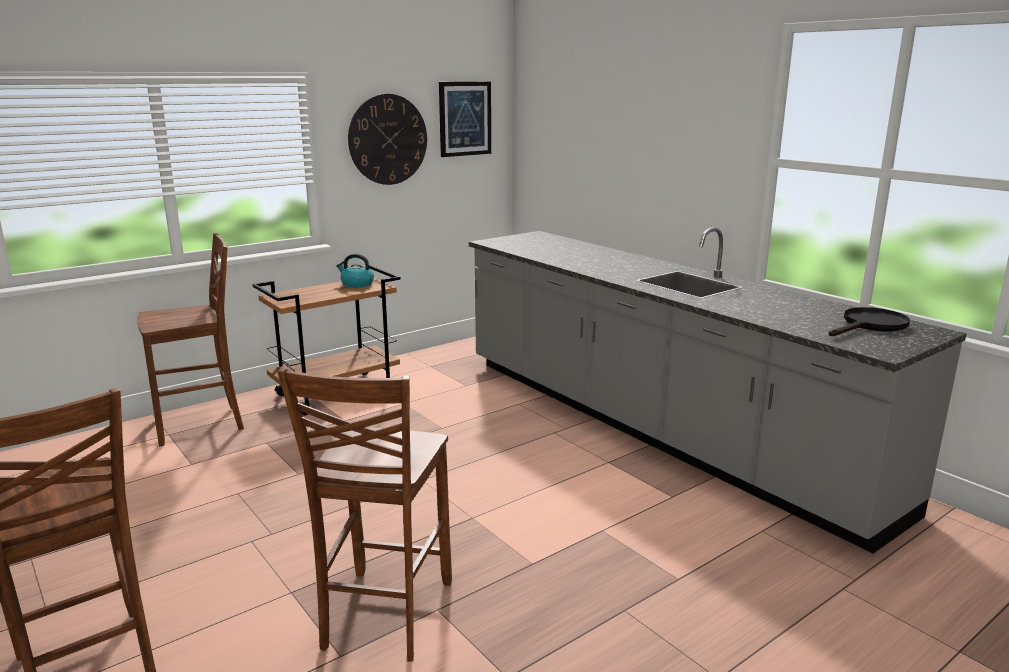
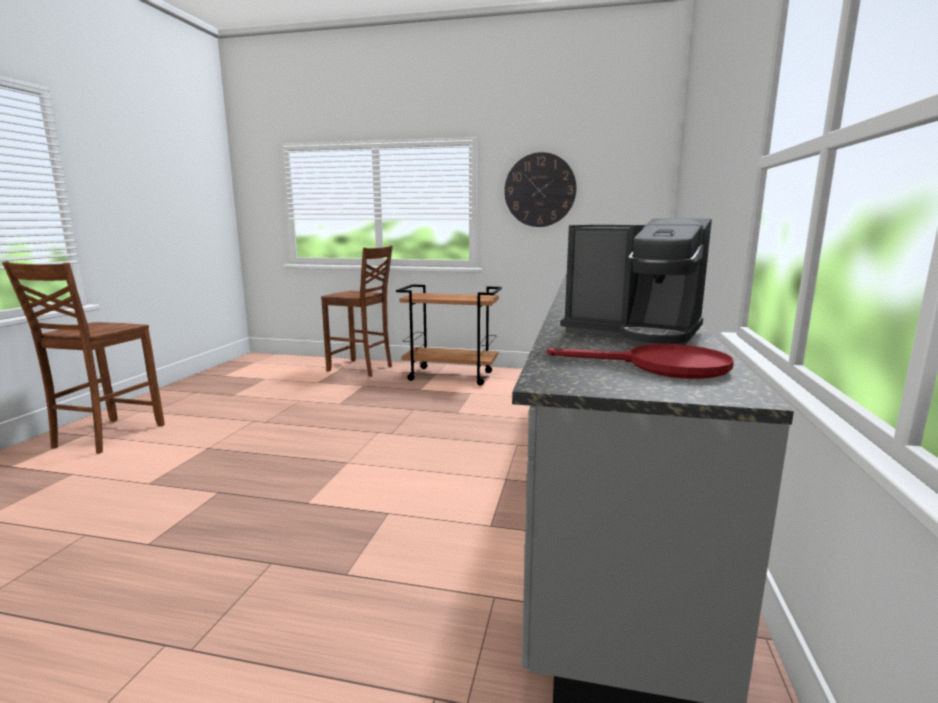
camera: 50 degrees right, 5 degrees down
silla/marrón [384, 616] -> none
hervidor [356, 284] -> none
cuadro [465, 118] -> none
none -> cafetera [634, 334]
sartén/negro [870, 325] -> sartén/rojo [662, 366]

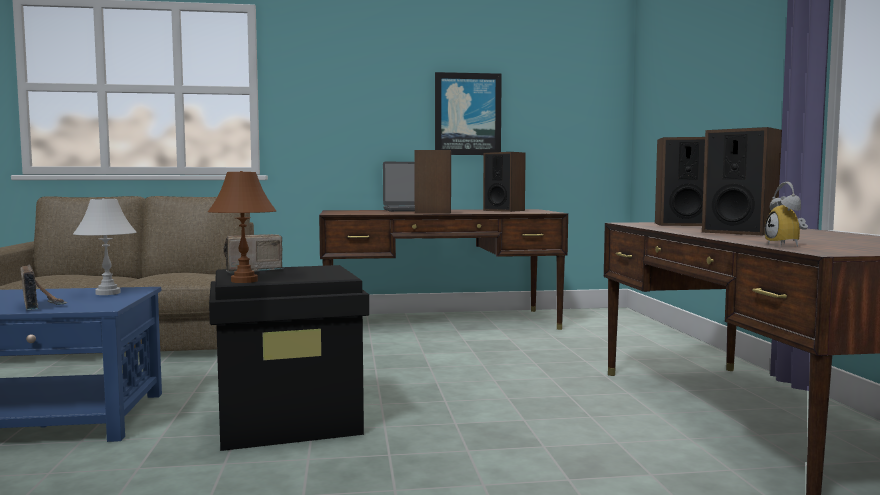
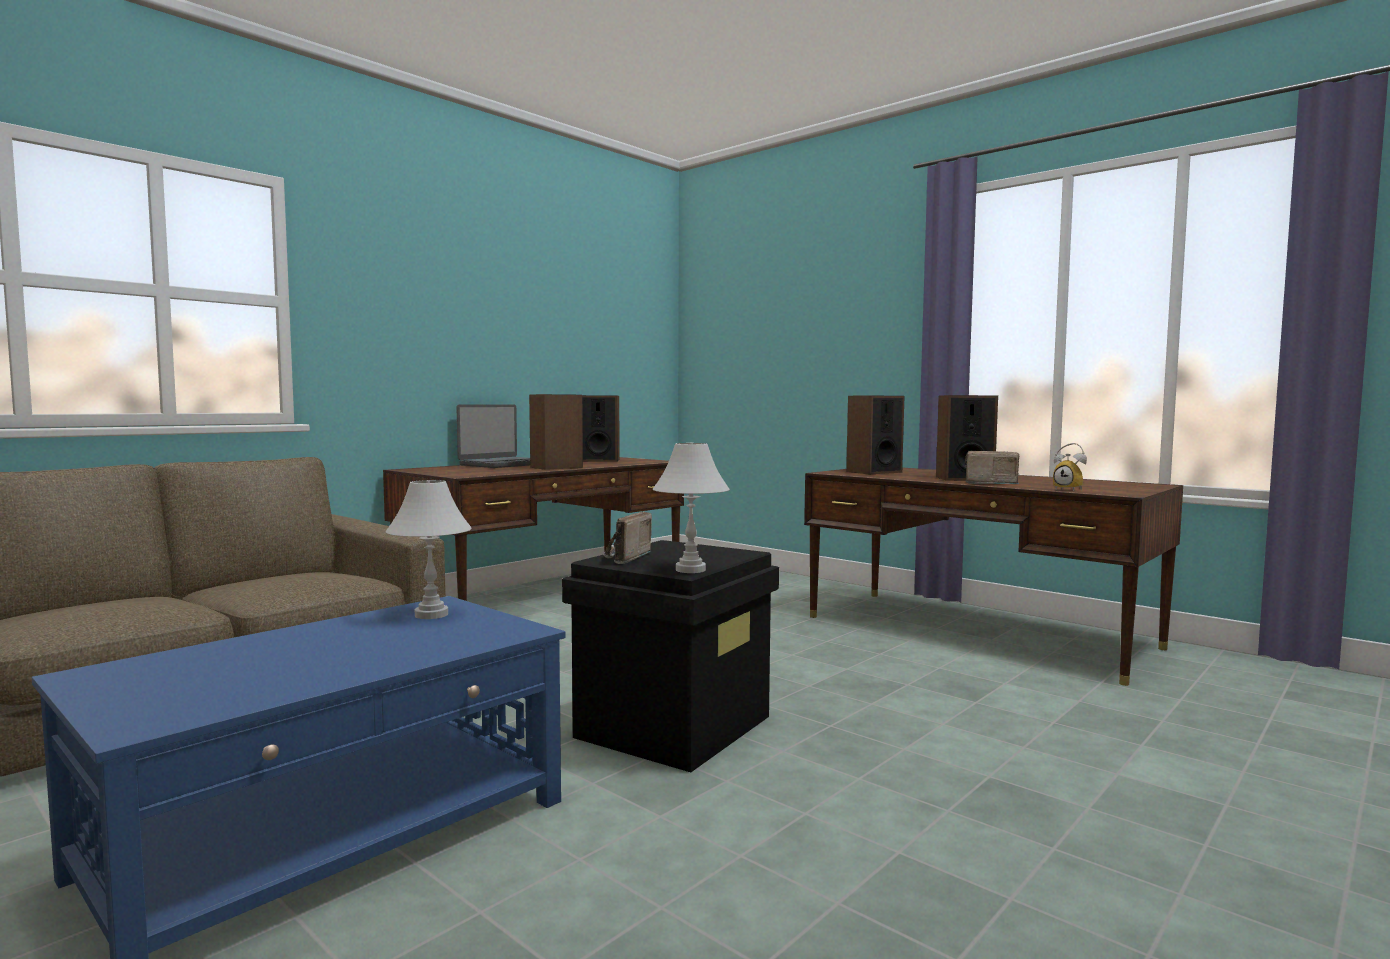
camera: 40 degrees left, 0 degrees up
cuadro [467, 114] -> none
radio [41, 305] -> radio [989, 483], moved
lámpara de mesa/marrón [244, 281] -> lámpara de mesa/blanco [690, 570]

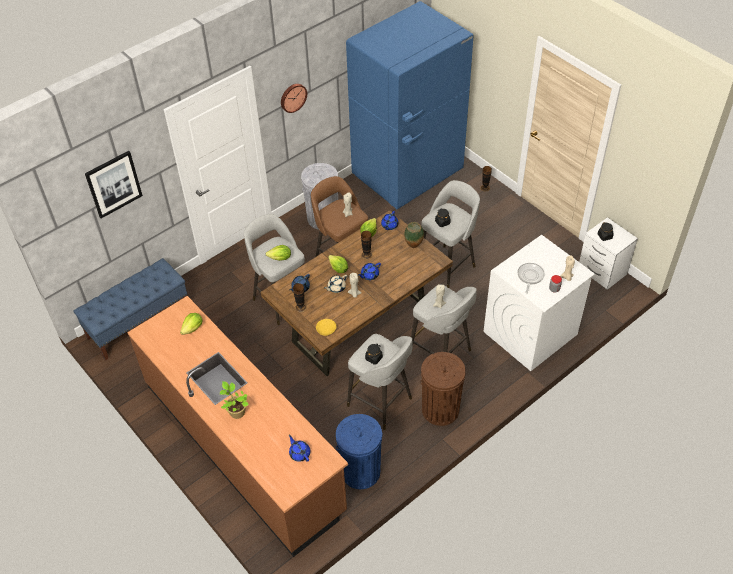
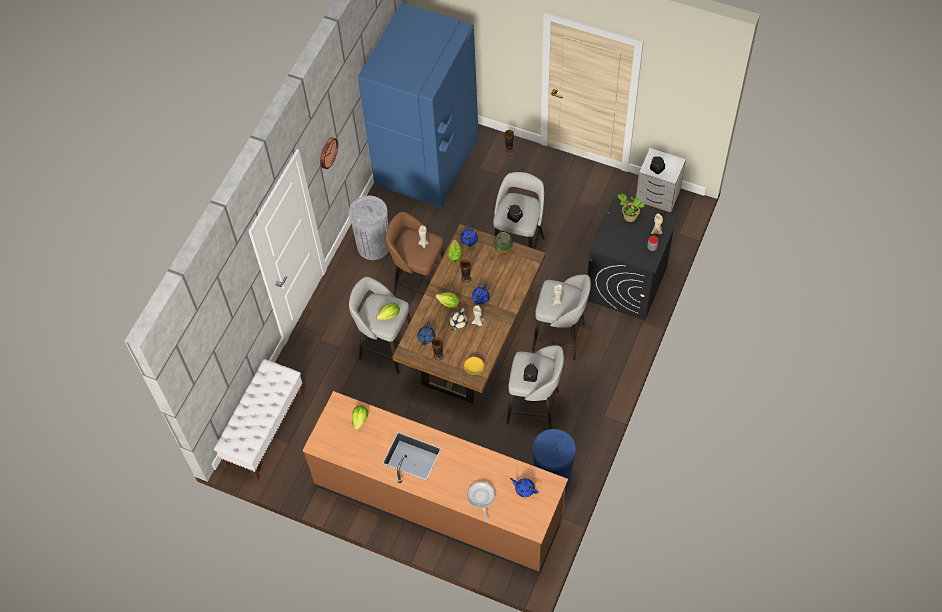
camera: 25 degrees left, 10 degrees up
cuadro [113, 184] -> none
papelera/marrón [440, 409] -> none
planta en maceta [236, 412] -> planta en maceta [629, 216], moved
sartén [530, 276] -> sartén [481, 498], moved
banco/azul [139, 323] -> banco/blanco [265, 429]
lavadora/blanco [530, 333] -> lavadora/negro [626, 284]

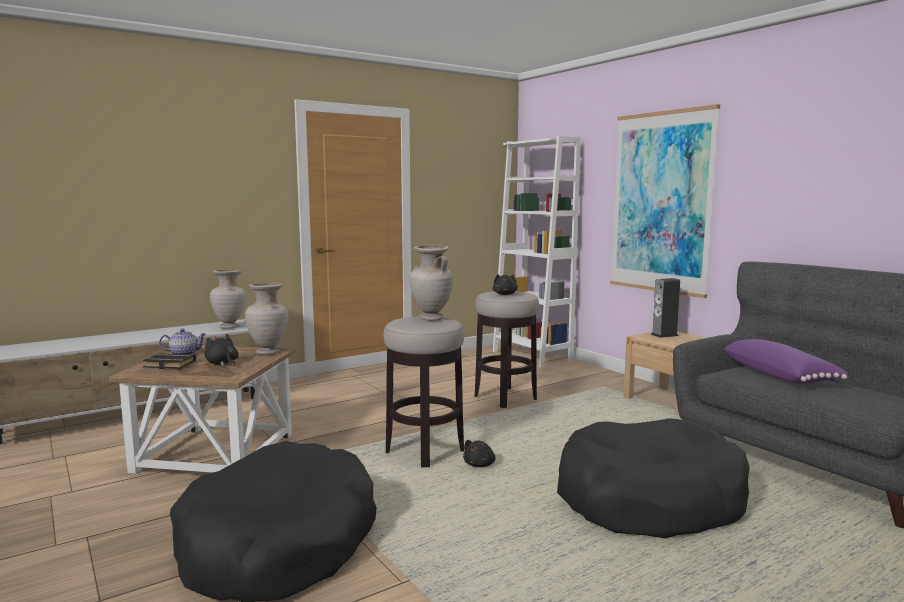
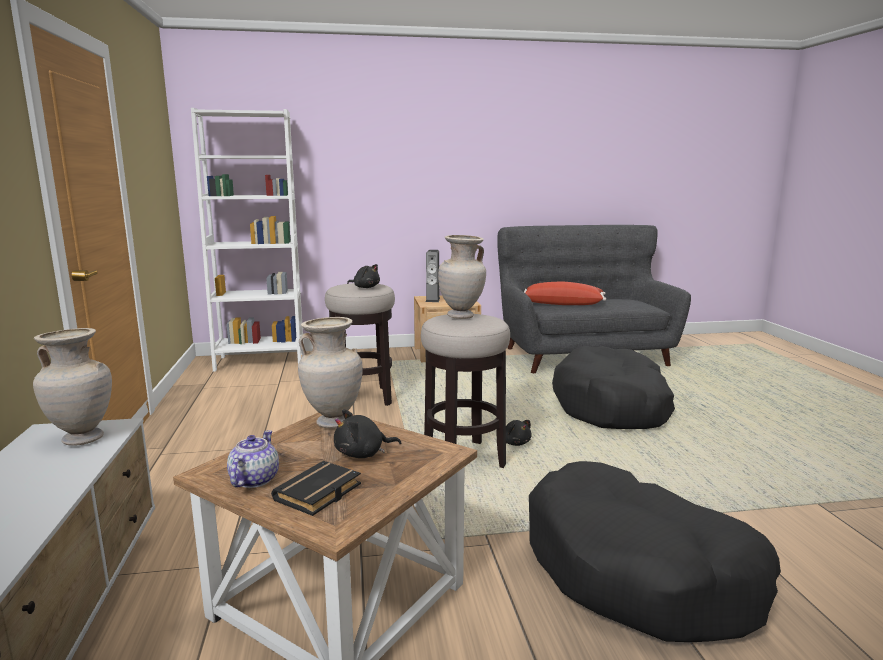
camera: 65 degrees left, 5 degrees up
cuadro [661, 202] -> none
cojín/morado [779, 375] -> cojín/rojo [563, 304]

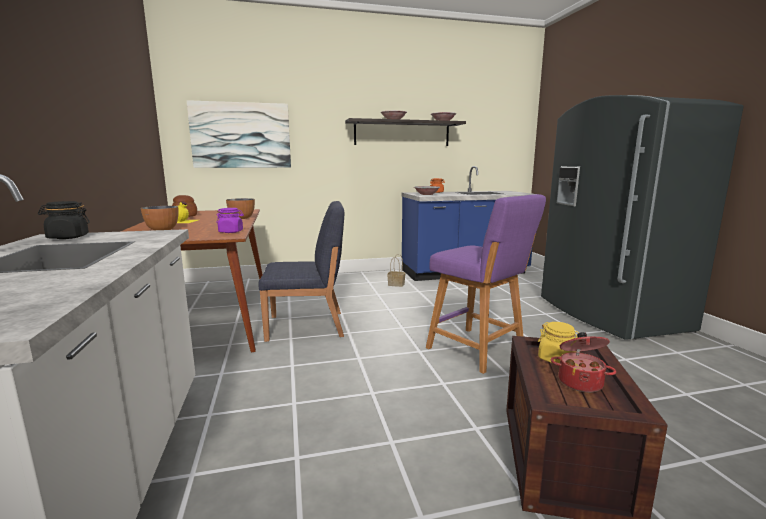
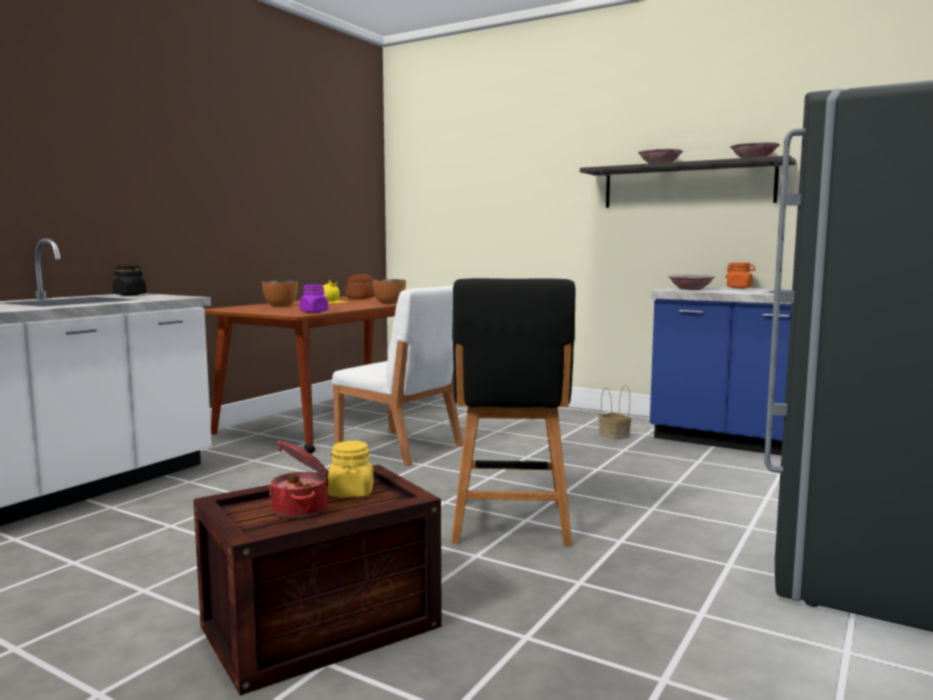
camera: 45 degrees right, 5 degrees down
cuadro [241, 135] -> none
silla/azul [307, 326] -> silla/blanco [400, 448]
taburete/morado [479, 351] -> taburete/negro [511, 525]

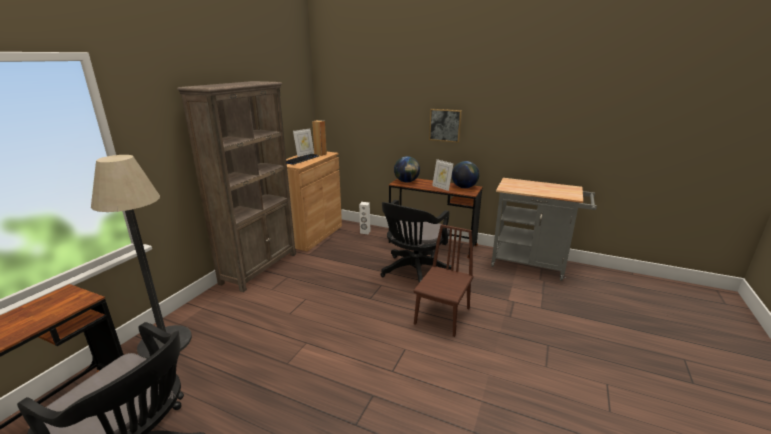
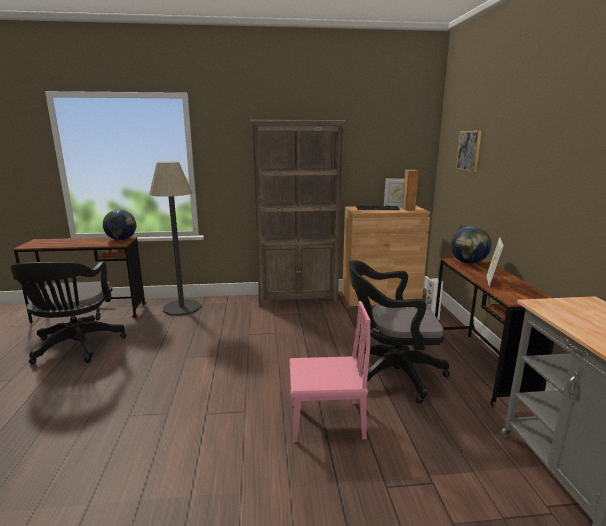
camera: 60 degrees right, 5 degrees down
cuadro [445, 125] -> cuadro [469, 151], moved
globo terráqueo [464, 187] -> globo terráqueo [122, 239], moved
silla/marrón [442, 316] -> silla/rosa [326, 420]

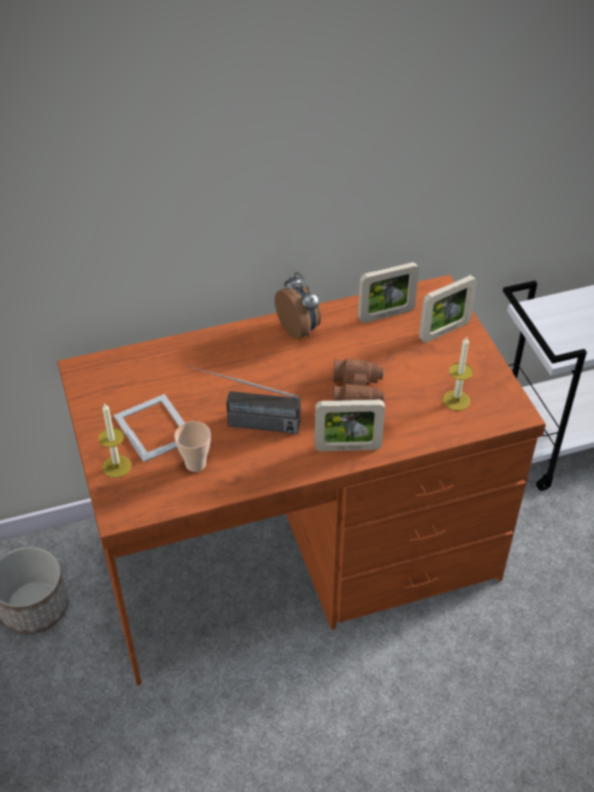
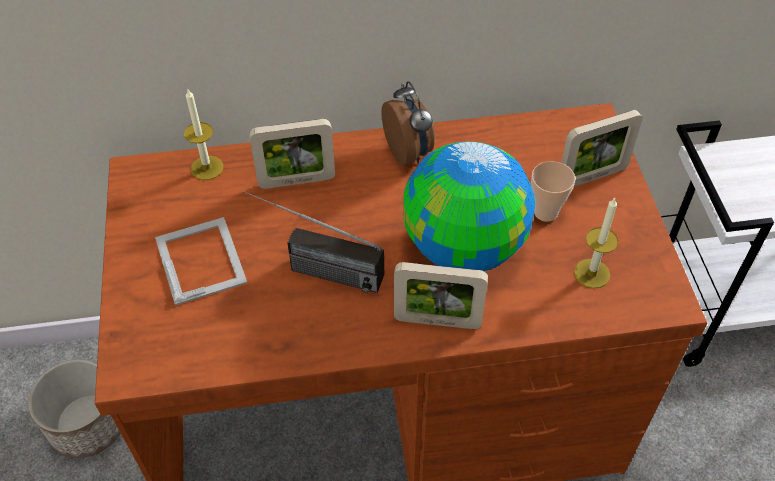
camera: 10 degrees right, 5 degrees up
vela [116, 466] -> vela [207, 168], moved
taza [195, 464] -> taza [545, 212], moved
portarretratos [386, 315] -> portarretratos [296, 181], moved
prismáticos/marrón [357, 393] -> globo terráqueo [465, 247]

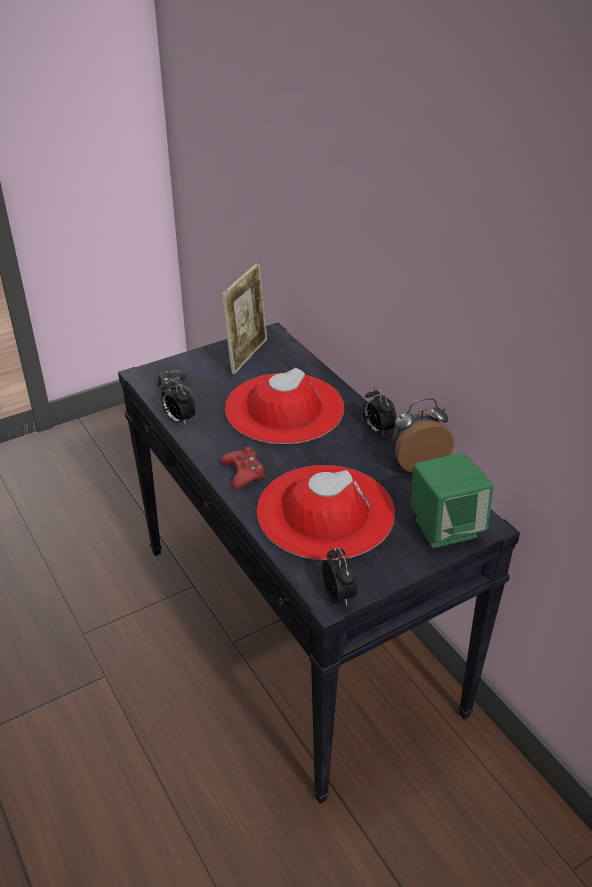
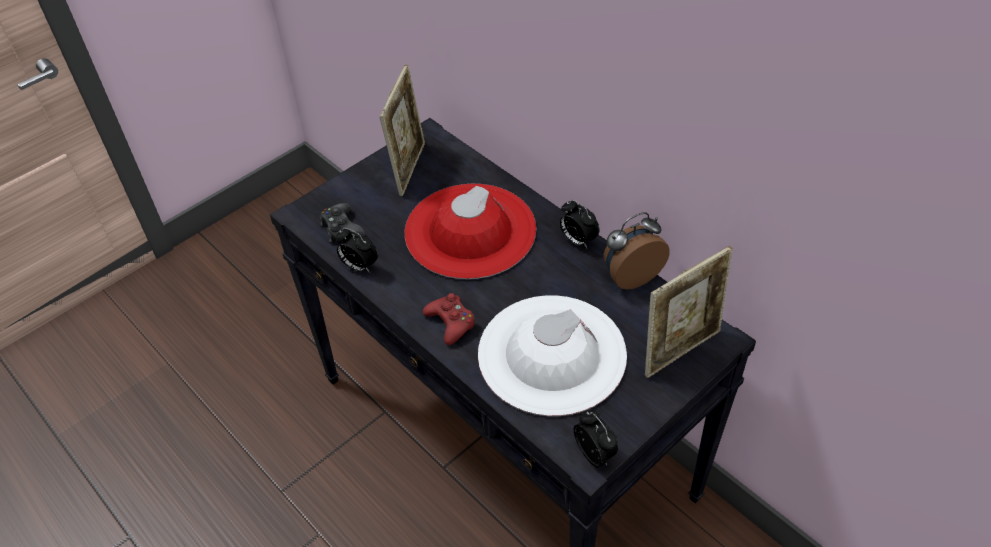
camera: 10 degrees left, 10 degrees up
altavoz/verde [445, 528] -> portarretratos [680, 350]
sombrero/rojo [325, 512] -> sombrero/blanco [551, 354]

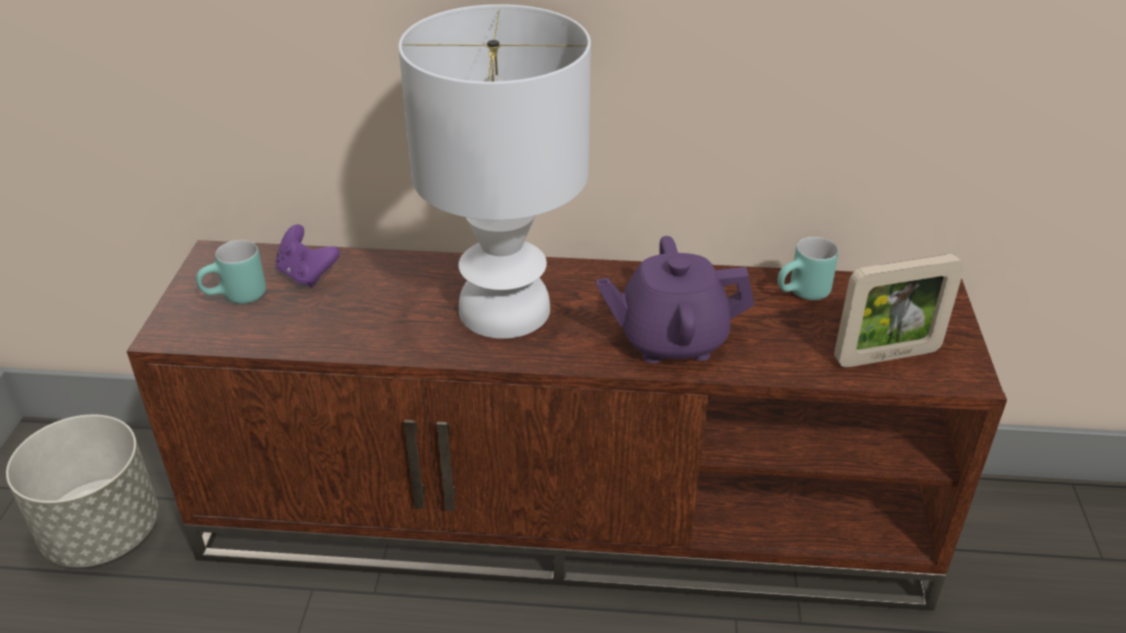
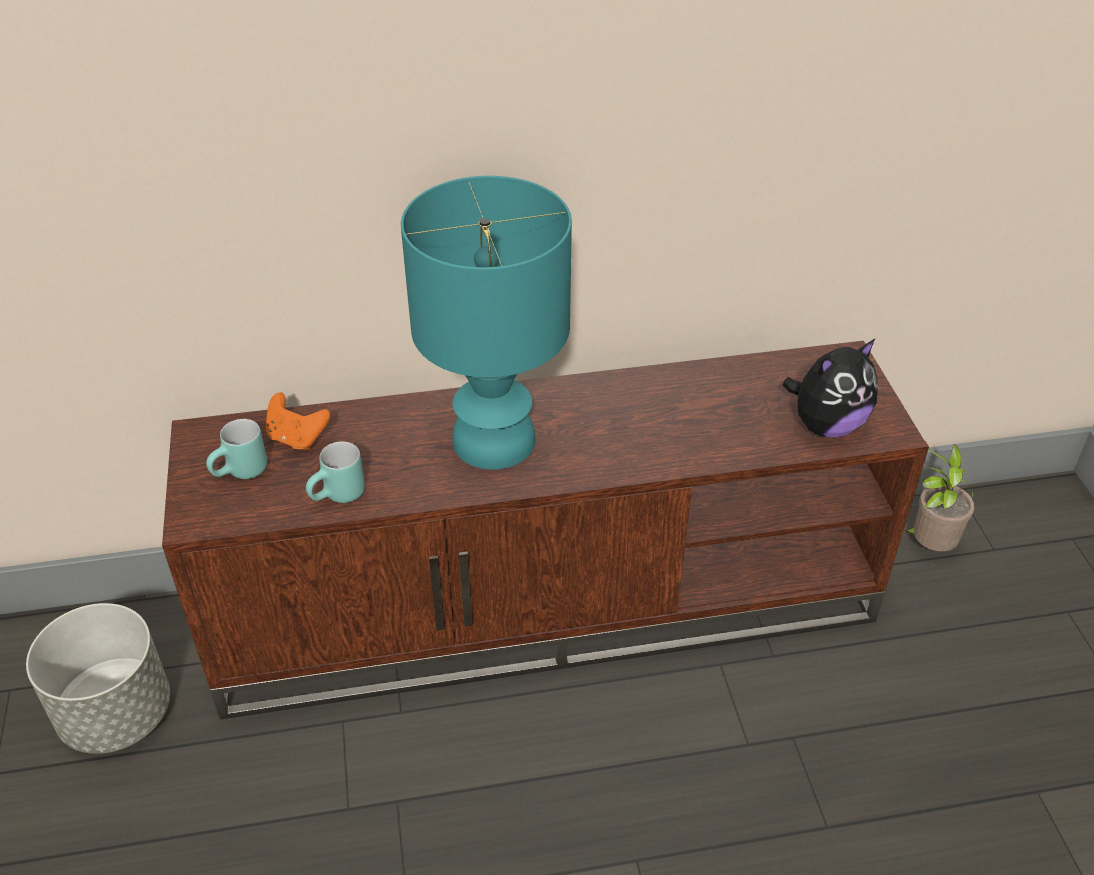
camera: 15 degrees left, 5 degrees up
tetera/morado [671, 340] -> none
none -> planta en maceta [929, 546]
taza grande/turquesa [803, 295] -> taza grande/turquesa [339, 497], moved
portarretratos [886, 356] -> peluche [826, 425]
mando de consola/morado [307, 275] -> mando de consola/naranja [297, 438]
lámpara de mesa/blanco [507, 309] -> lámpara de mesa/turquesa [496, 439]

